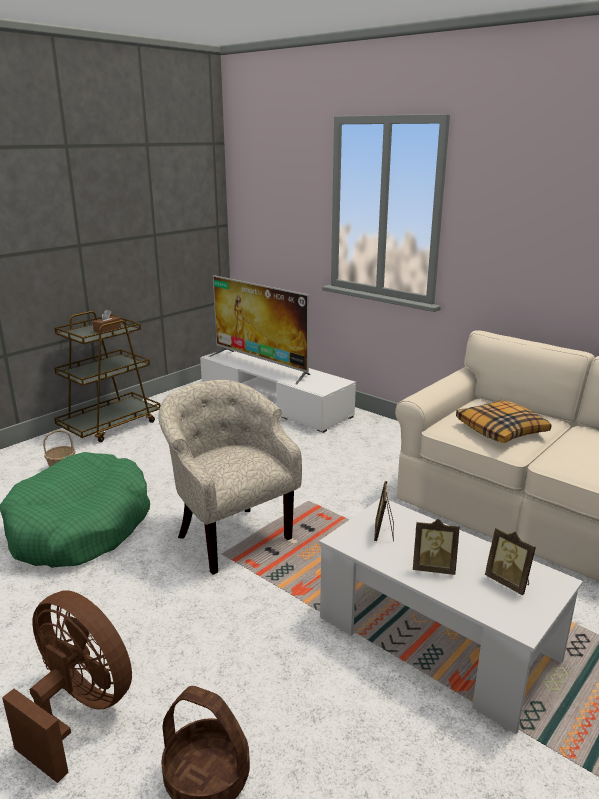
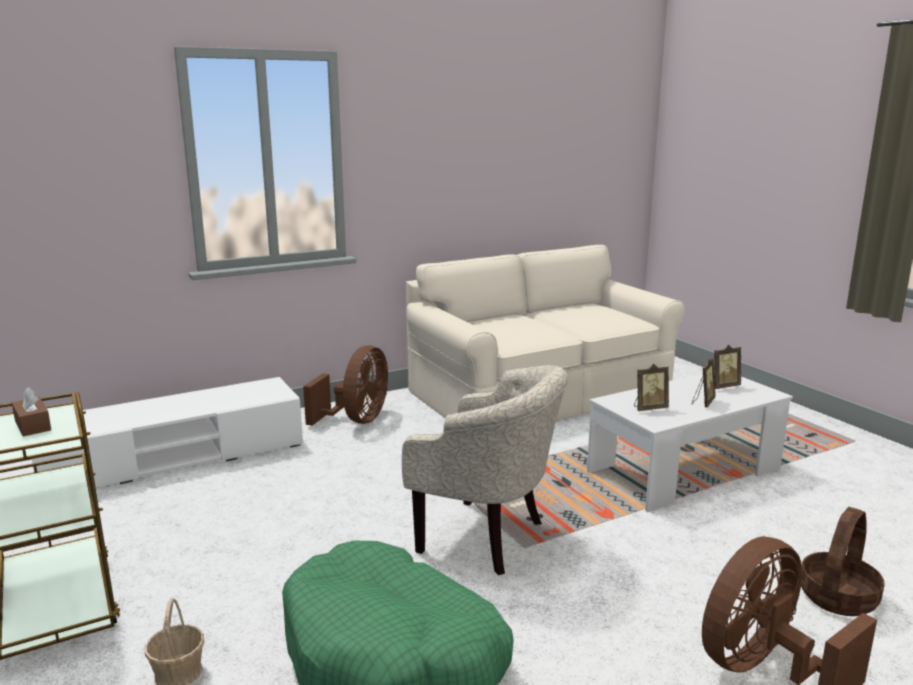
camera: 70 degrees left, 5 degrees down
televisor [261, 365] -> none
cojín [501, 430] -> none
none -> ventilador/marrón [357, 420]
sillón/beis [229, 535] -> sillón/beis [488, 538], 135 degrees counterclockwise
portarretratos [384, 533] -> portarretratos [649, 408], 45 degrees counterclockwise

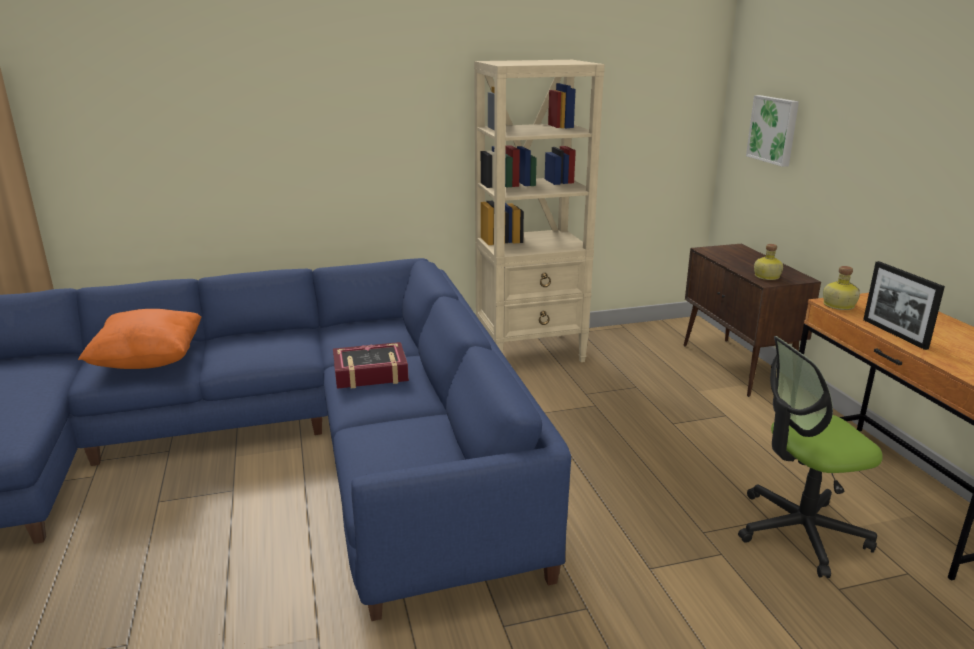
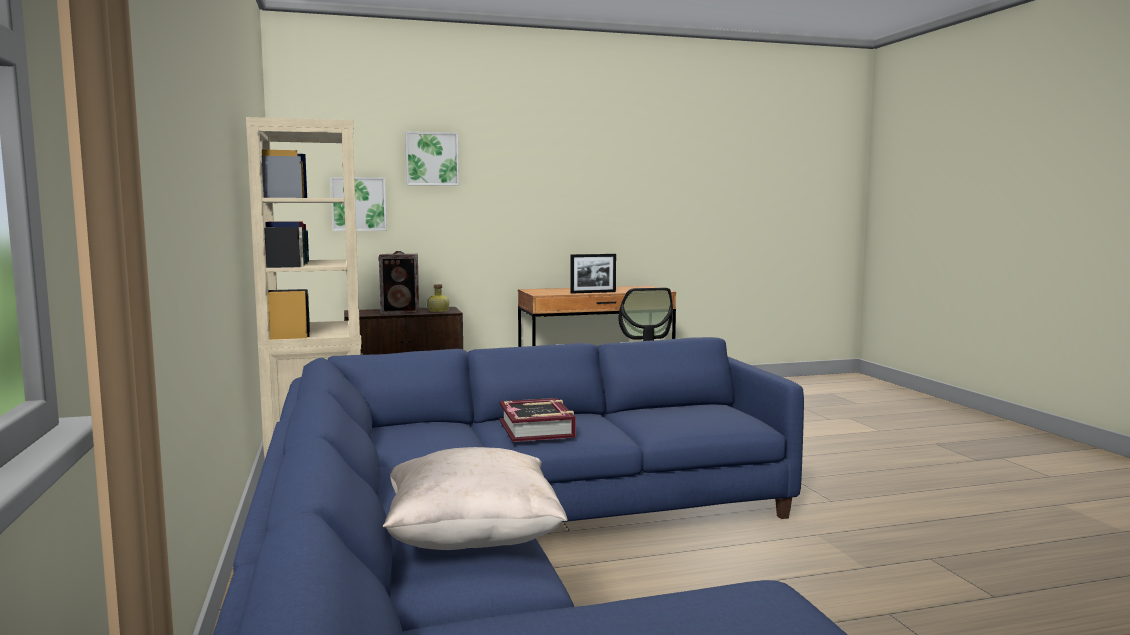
camera: 90 degrees left, 15 degrees down
botella [837, 305] -> none
none -> altavoz [401, 312]
none -> cuadro [432, 159]
cojín/naranja [149, 361] -> cojín/beis [472, 540]

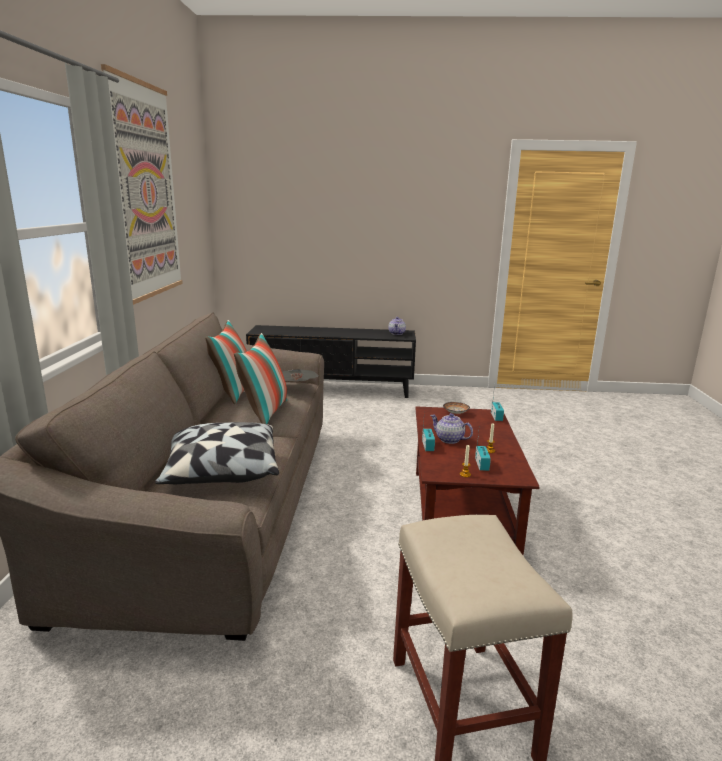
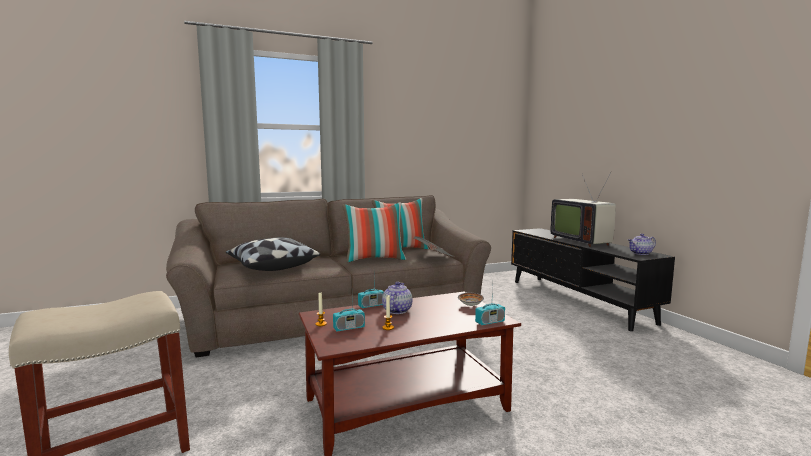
camera: 65 degrees right, 10 degrees down
cuadro [146, 192] -> none
none -> televisor [581, 241]

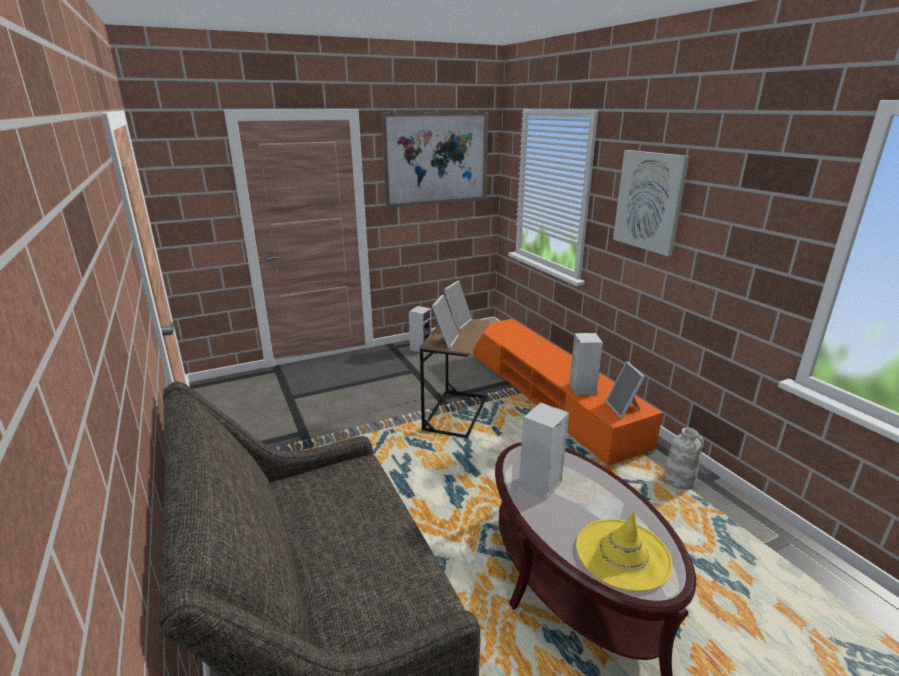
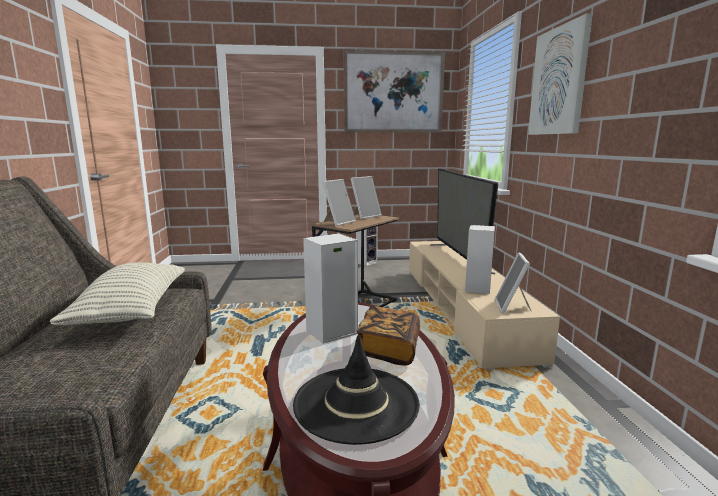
camera: 20 degrees right, 10 degrees down
florero/blanco [679, 480] -> none
none -> cojín [132, 311]
none -> libro [388, 349]
none -> televisor [459, 257]
mueble de televisión/naranja [550, 396] -> mueble de televisión/beis [462, 307]
sombrero/amarillo [622, 554] -> sombrero/negro [356, 403]

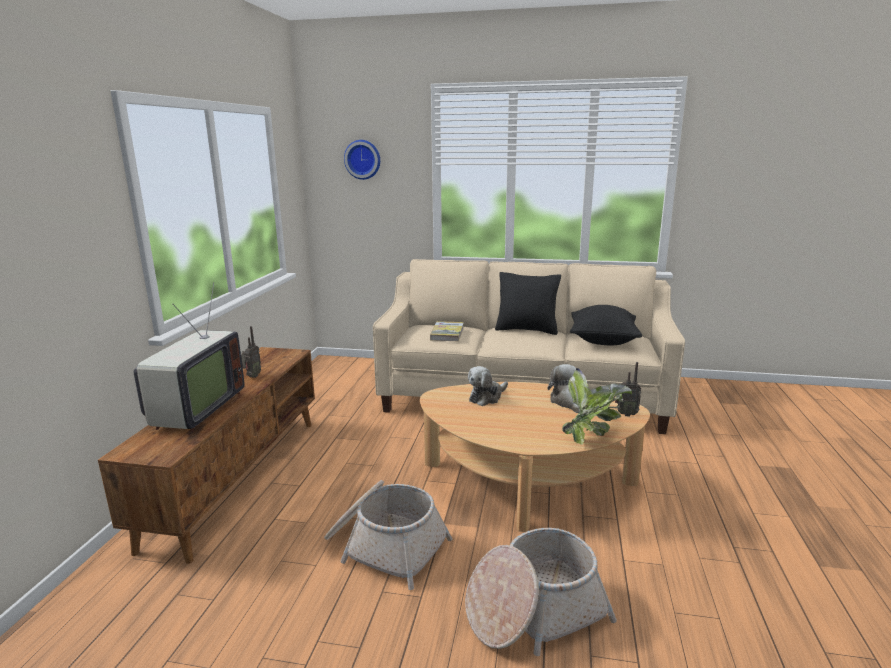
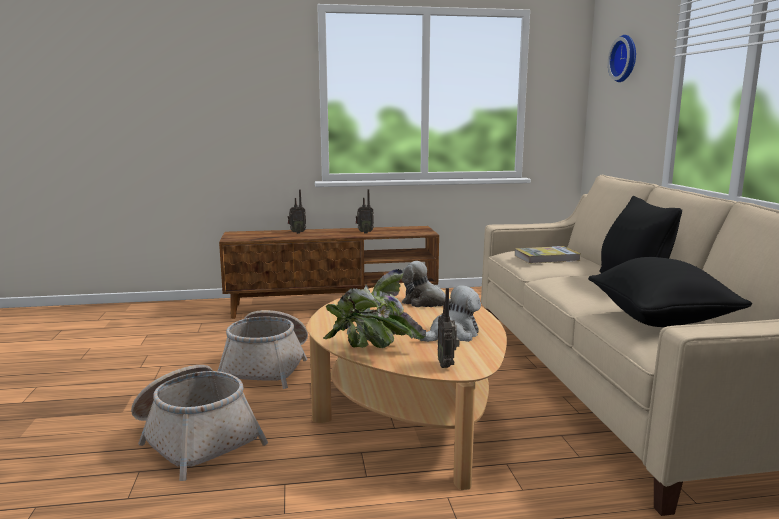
camera: 70 degrees right, 5 degrees down
televisor [195, 411] -> radio [297, 233]

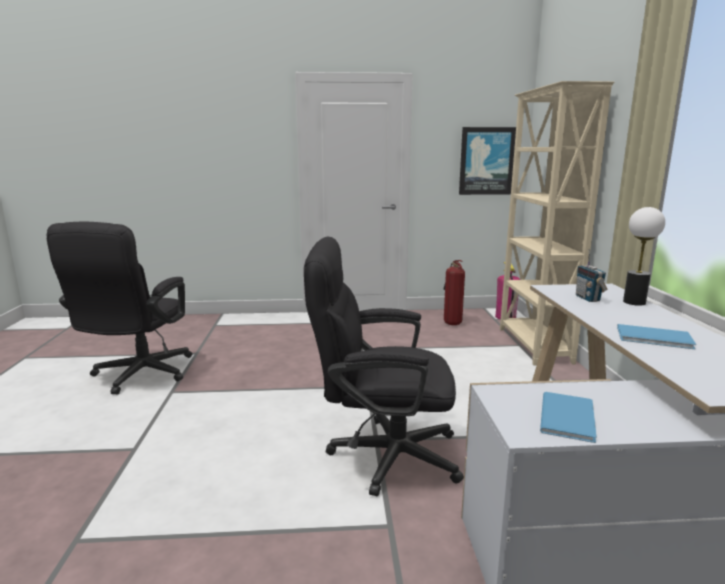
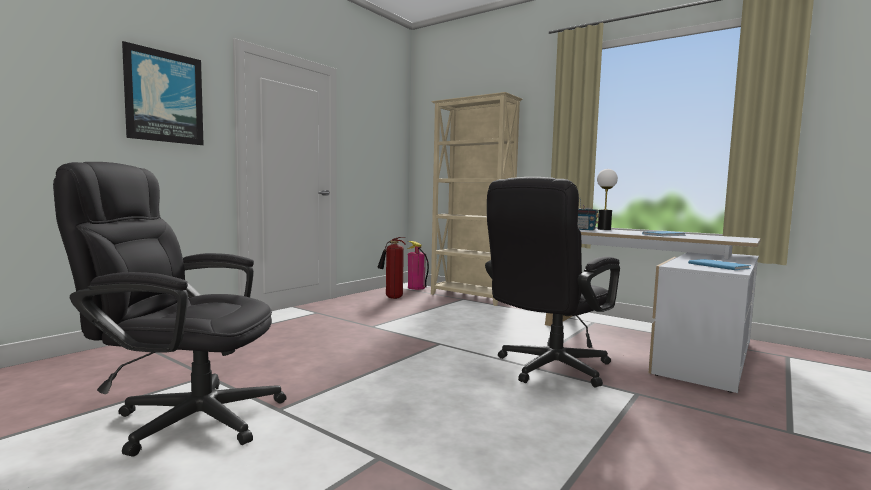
camera: 50 degrees left, 10 degrees down
cuadro [486, 161] -> cuadro [164, 97], moved
silla de oficina/negro [138, 376] -> silla de oficina/negro [185, 417], 135 degrees clockwise

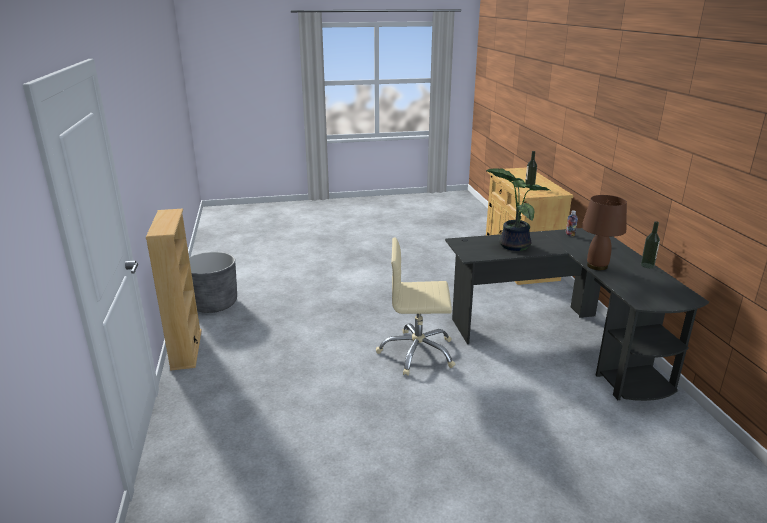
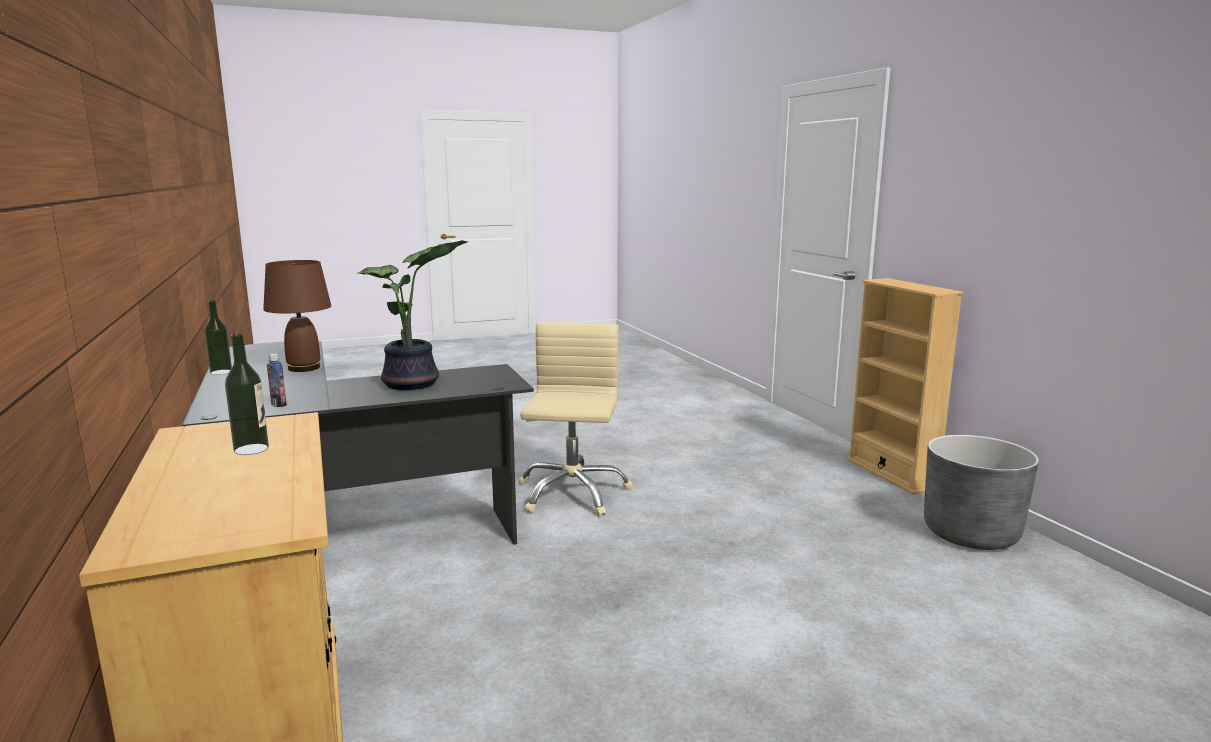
camera: 170 degrees right, 10 degrees down
silla de oficina/beis [417, 353] -> silla de oficina/beis [572, 493], 75 degrees counterclockwise

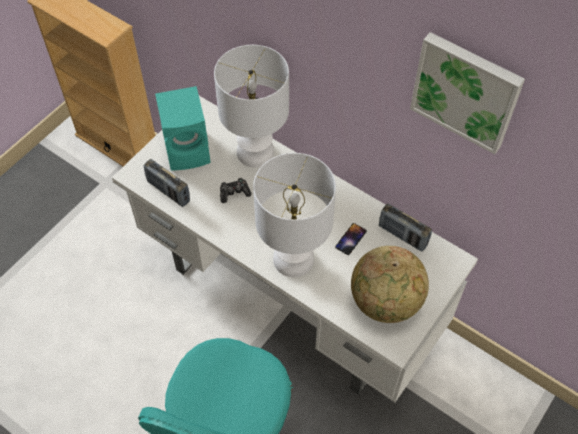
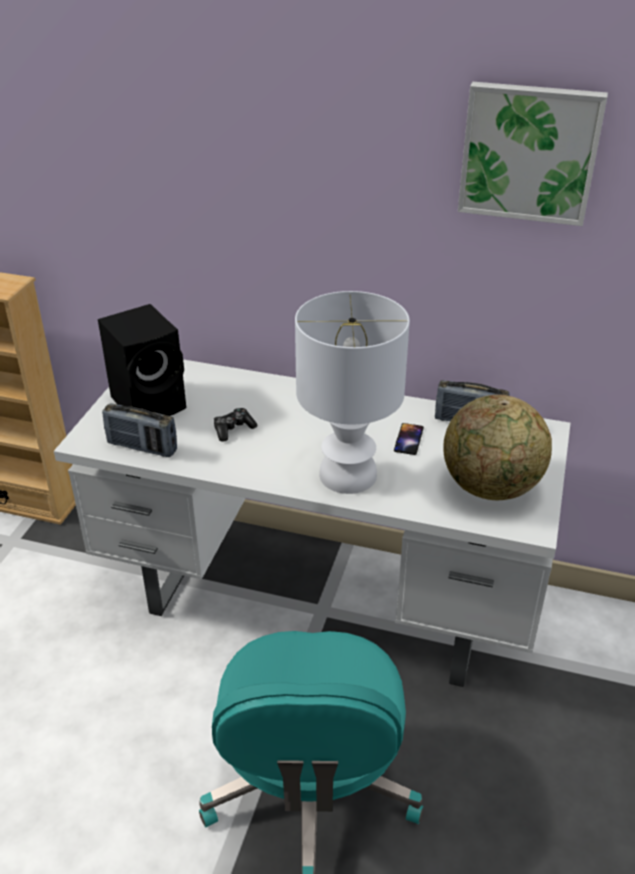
camera: 20 degrees left, 20 degrees down
lámpara de mesa/blanco [256, 152] -> none
altavoz/turquesa [189, 150] -> altavoz/negro [151, 402]

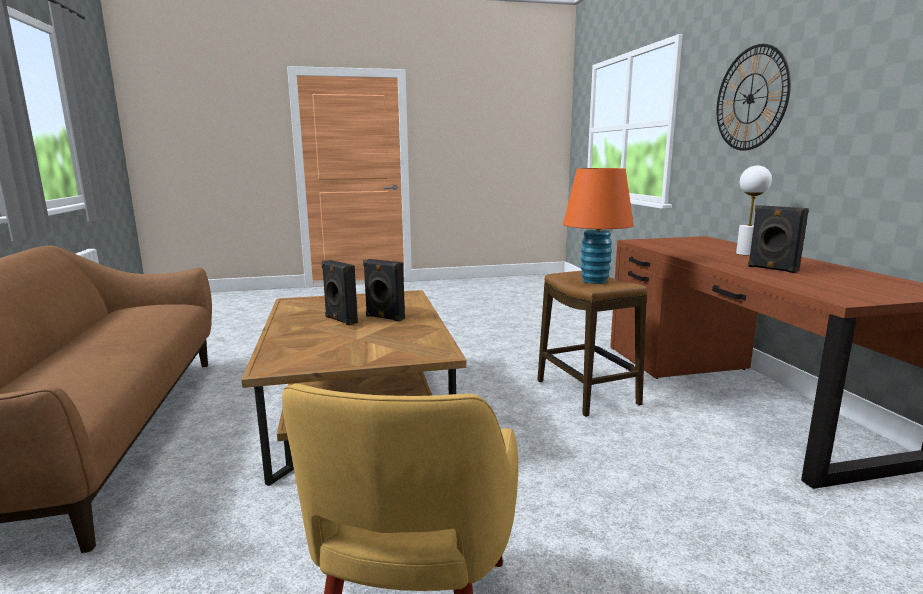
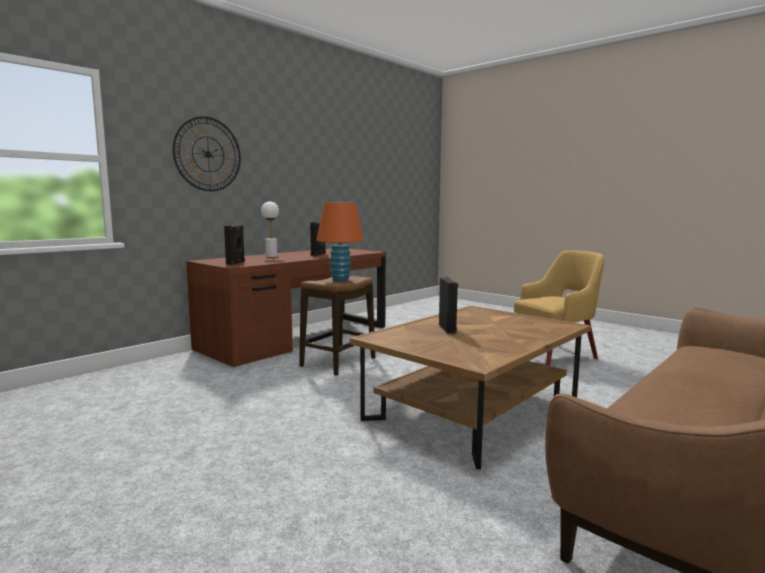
camera: 125 degrees left, 5 degrees down
altavoz/negro [340, 320] -> altavoz/negro [236, 263], moved

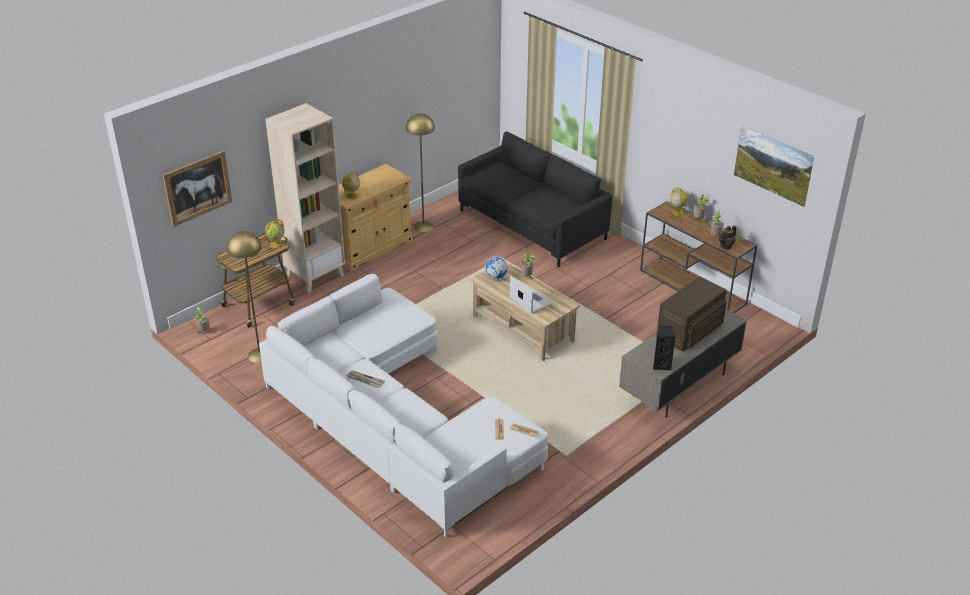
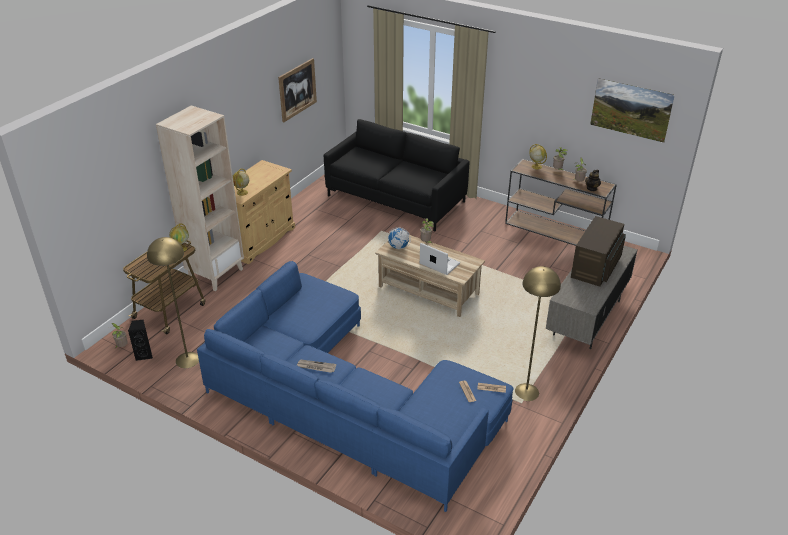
camera: 15 degrees left, 0 degrees up
cuadro [197, 188] -> cuadro [297, 89], moved
lámpara de pie/amarillo [423, 226] -> lámpara de pie/amarillo [526, 392], moved
altavoz/negro [661, 365] -> altavoz/negro [144, 354], moved
sofá/blanco [394, 420] -> sofá/azul [346, 400]

